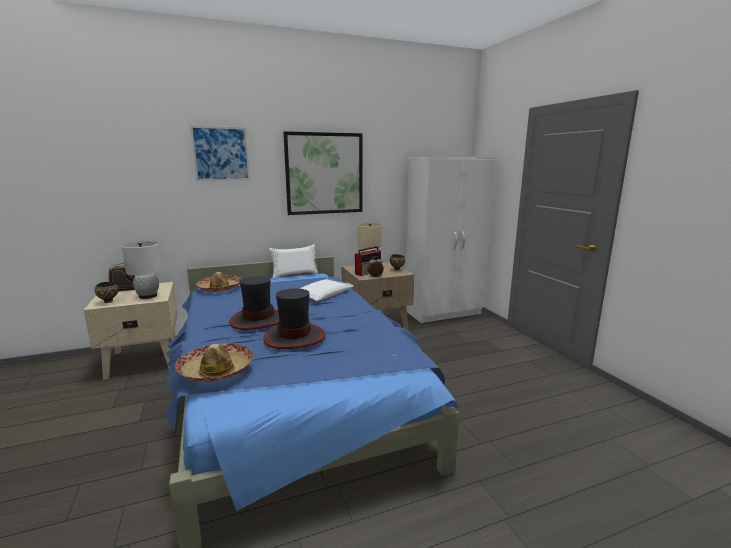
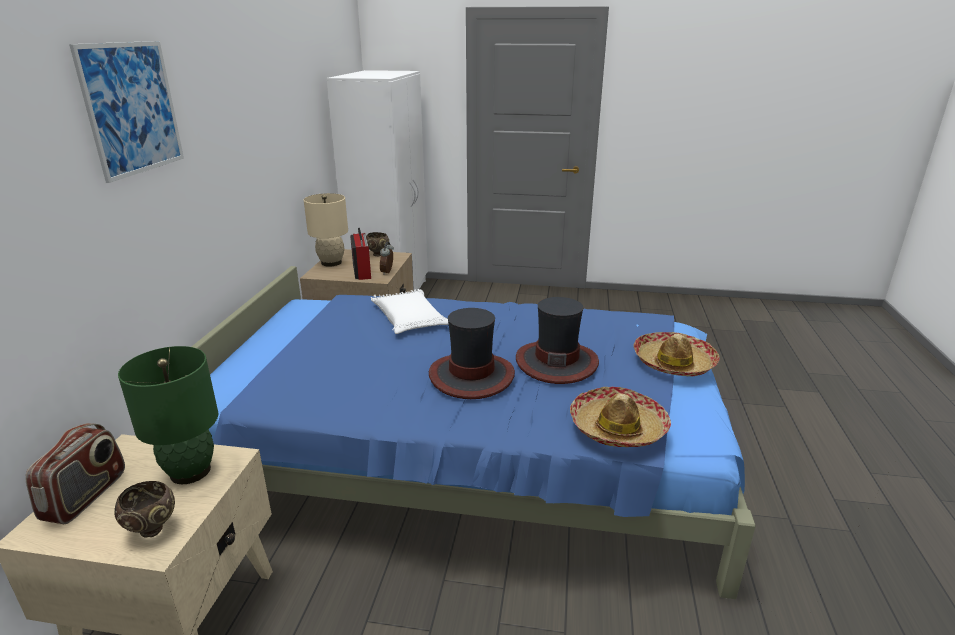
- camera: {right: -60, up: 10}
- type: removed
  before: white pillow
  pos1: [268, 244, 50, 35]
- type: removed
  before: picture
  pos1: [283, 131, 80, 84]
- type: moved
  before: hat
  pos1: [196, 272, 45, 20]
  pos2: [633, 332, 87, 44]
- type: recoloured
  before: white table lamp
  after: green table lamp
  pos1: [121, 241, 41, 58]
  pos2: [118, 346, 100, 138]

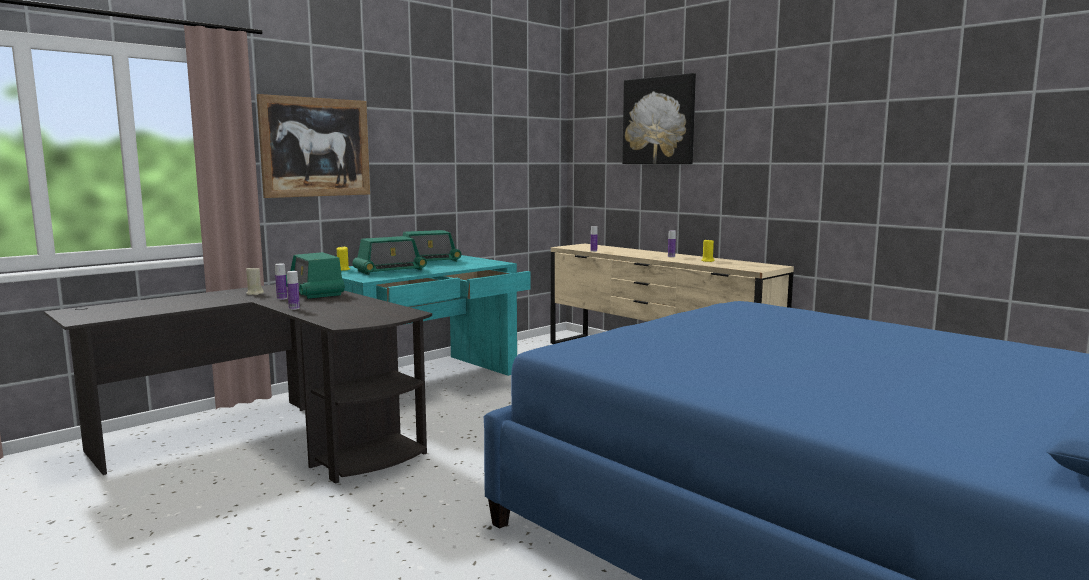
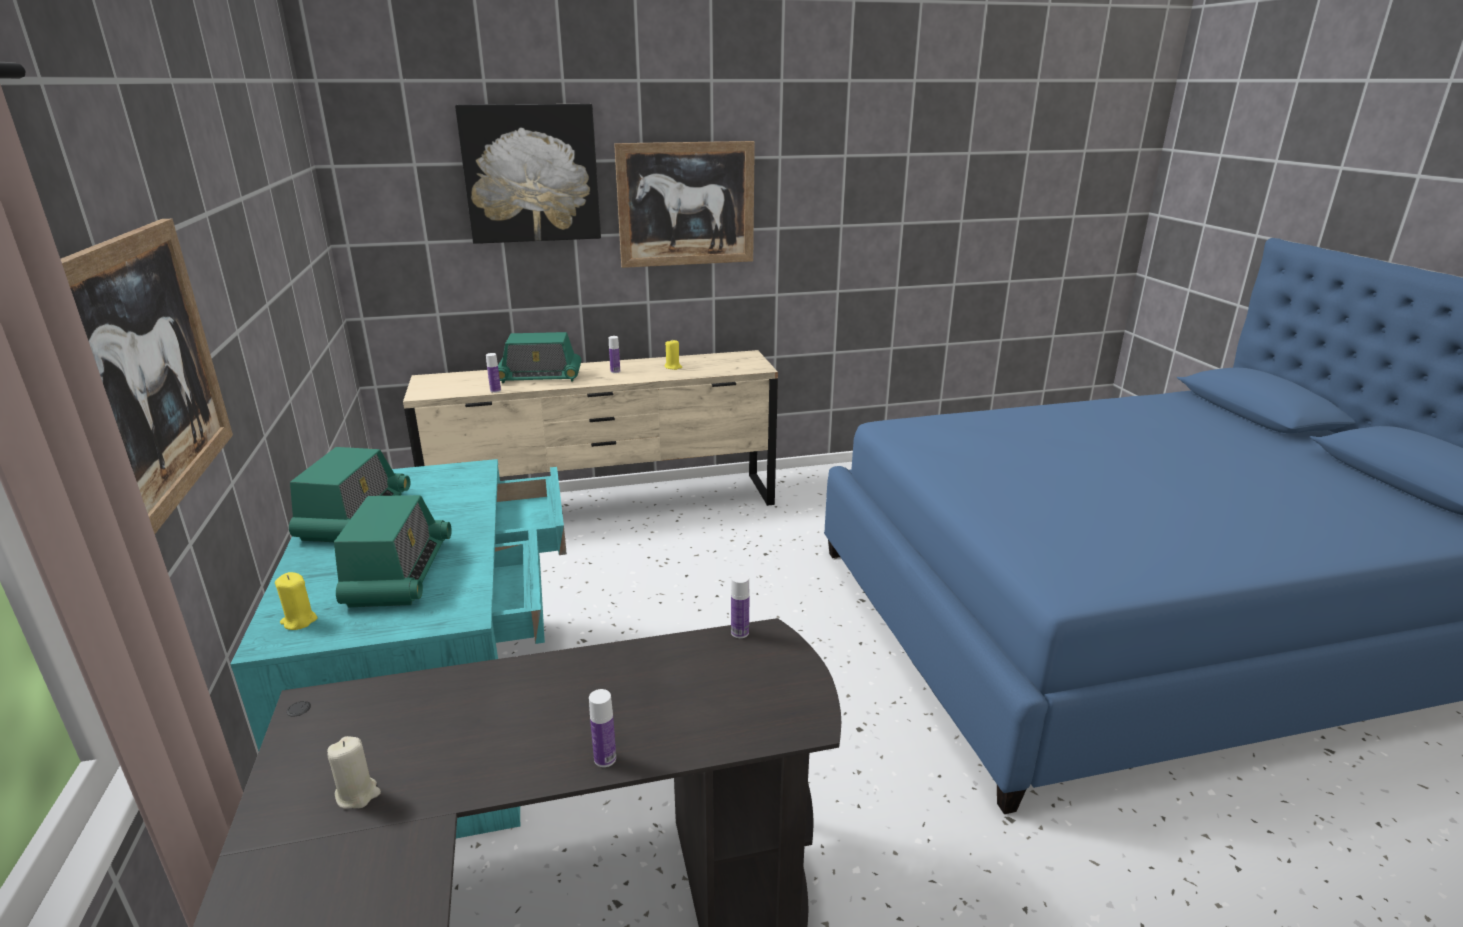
- camera: {right: -60, up: 15}
- type: added
  after: picture
  pos2: [614, 141, 141, 127]
- type: moved
  before: bottle
  pos1: [275, 264, 12, 36]
  pos2: [731, 573, 19, 65]
- type: moved
  before: radio
  pos1: [286, 252, 59, 47]
  pos2: [498, 332, 83, 51]

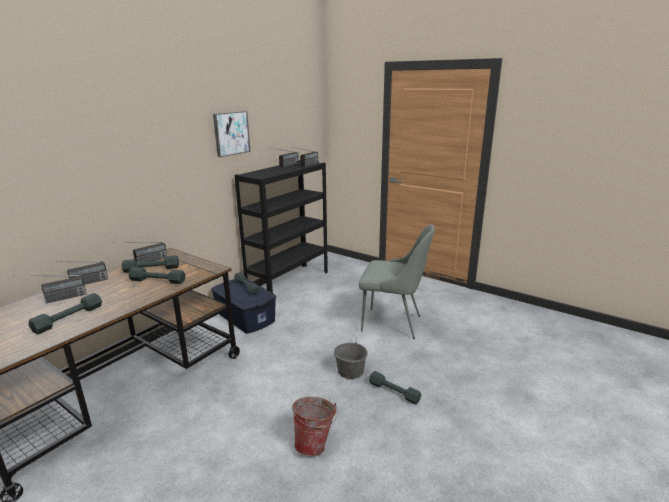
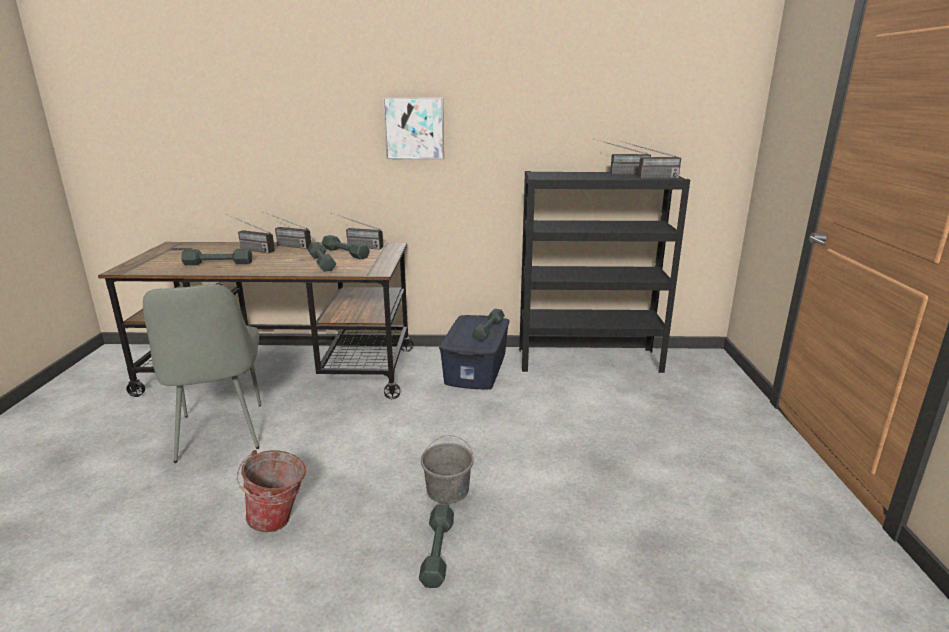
- camera: {right: 55, up: 0}
- type: moved
  before: picture
  pos1: [213, 111, 38, 46]
  pos2: [383, 98, 61, 61]
- type: moved
  before: grey chair
  pos1: [359, 224, 75, 115]
  pos2: [143, 284, 118, 179]

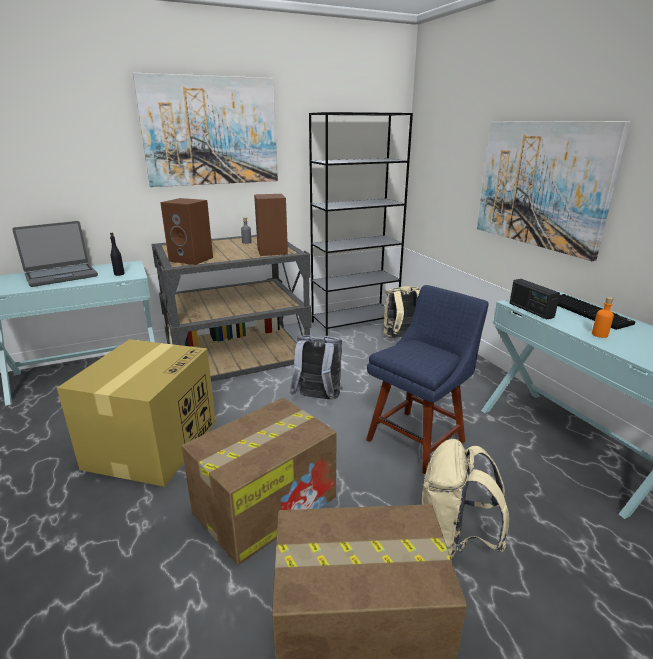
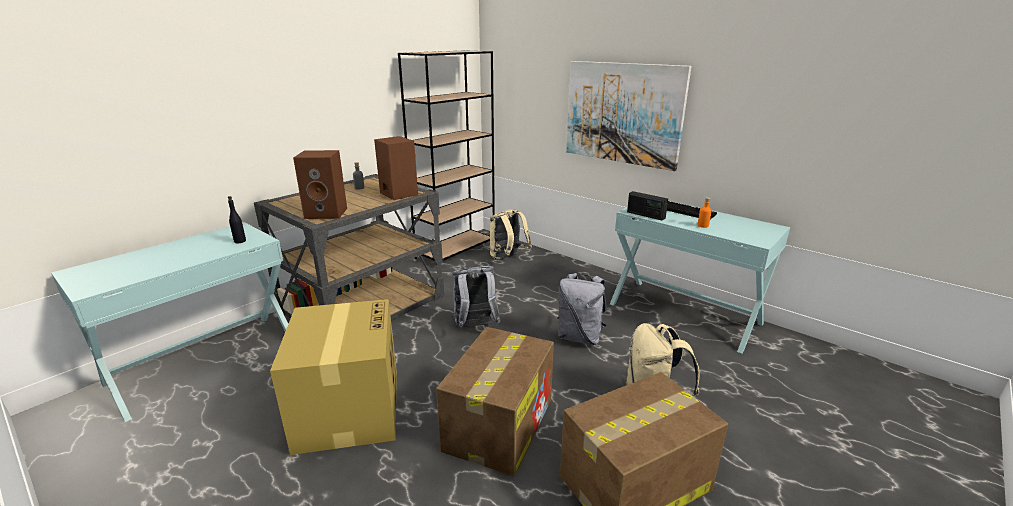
- camera: {right: -25, up: 0}
- type: removed
  before: laptop
  pos1: [12, 221, 86, 66]
- type: removed
  before: picture
  pos1: [133, 73, 145, 114]
- type: replaced
  before: blue chair
  after: grey backpack
  pos1: [366, 285, 123, 189]
  pos2: [557, 273, 49, 72]
- type: recoloured
  before: black bookcase
  after: beige bookcase
  pos1: [309, 112, 104, 224]
  pos2: [398, 50, 97, 211]

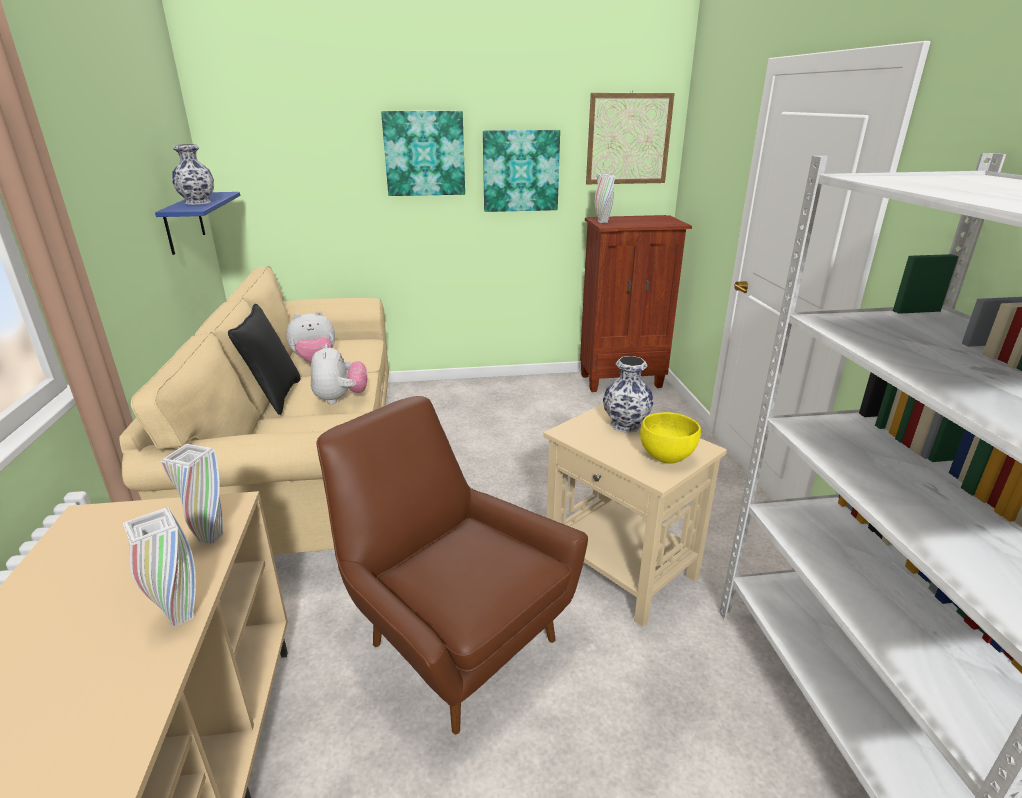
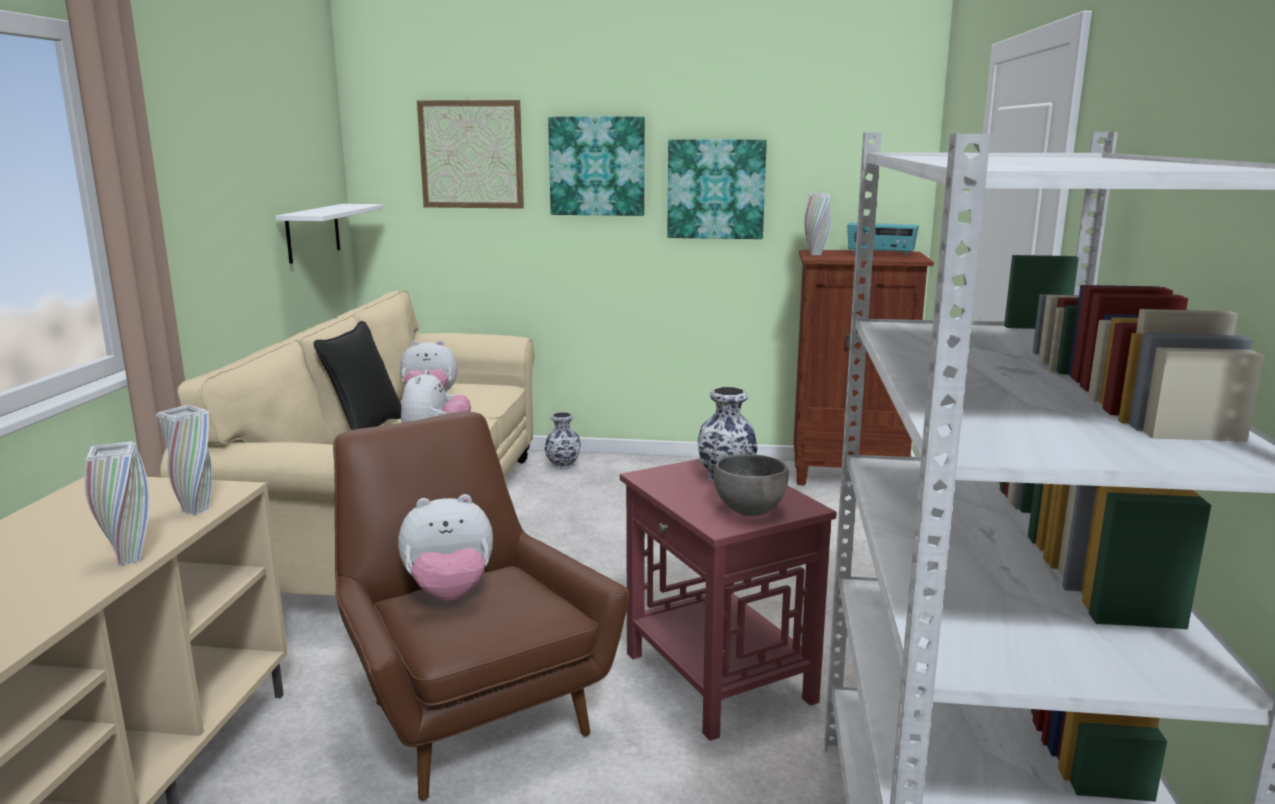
- camera: {right: 15, up: -10}
- type: added
  after: plush toy
  pos2: [398, 494, 95, 107]
- type: added
  after: radio
  pos2: [847, 223, 72, 33]
- type: moved
  before: vase
  pos1: [172, 144, 42, 61]
  pos2: [544, 412, 37, 58]
- type: moved
  before: picture
  pos1: [586, 90, 89, 94]
  pos2: [417, 97, 107, 111]
- type: recoloured
  before: blue shelf
  after: white shelf
  pos1: [155, 192, 85, 63]
  pos2: [275, 204, 109, 60]
- type: recoloured
  before: beige side table
  after: red side table
  pos1: [543, 403, 184, 224]
  pos2: [620, 459, 217, 282]
- type: recoloured
  before: yellow bowl
  after: grey bowl
  pos1: [640, 412, 61, 52]
  pos2: [713, 454, 76, 62]

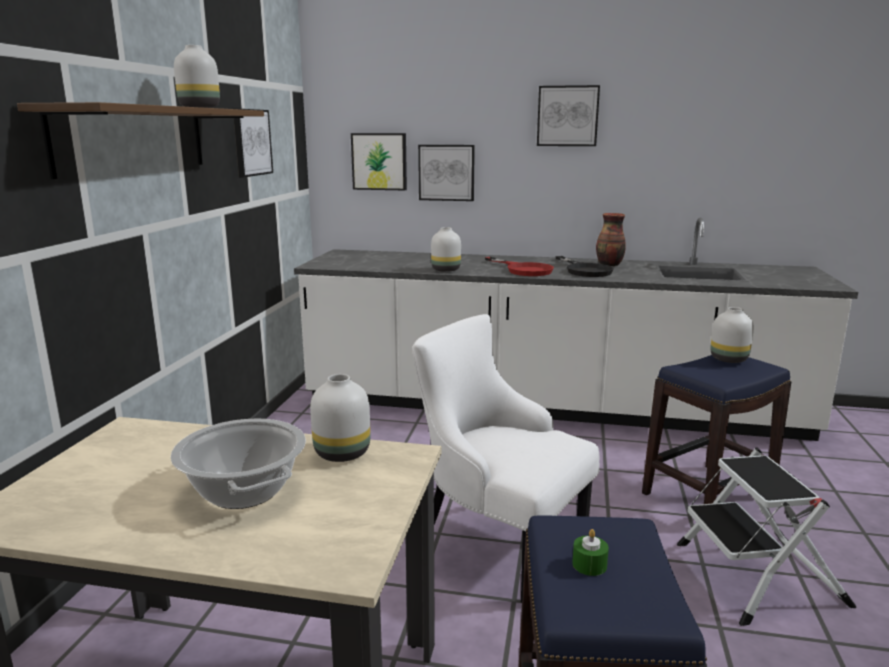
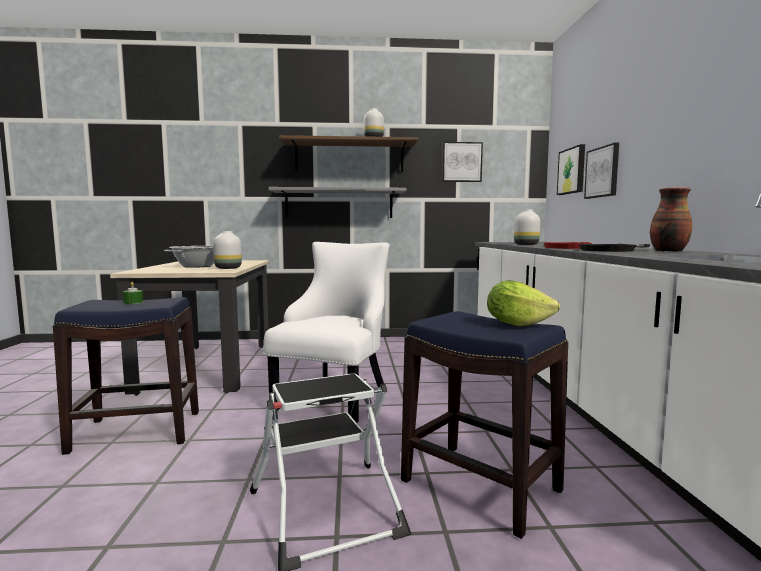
- camera: {right: 75, up: -10}
- type: removed
  before: picture
  pos1: [537, 85, 63, 61]
- type: added
  after: grey shelf
  pos2: [269, 187, 137, 31]
- type: replaced
  before: white vase
  after: lettuce
  pos1: [710, 307, 44, 56]
  pos2: [487, 280, 73, 46]

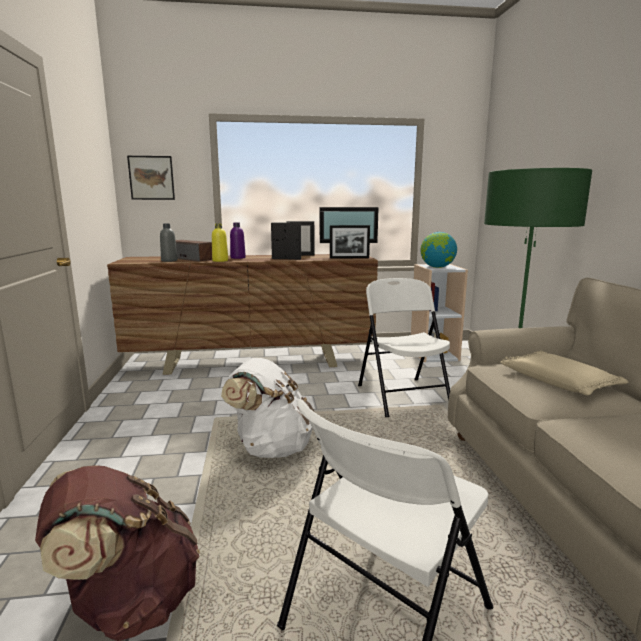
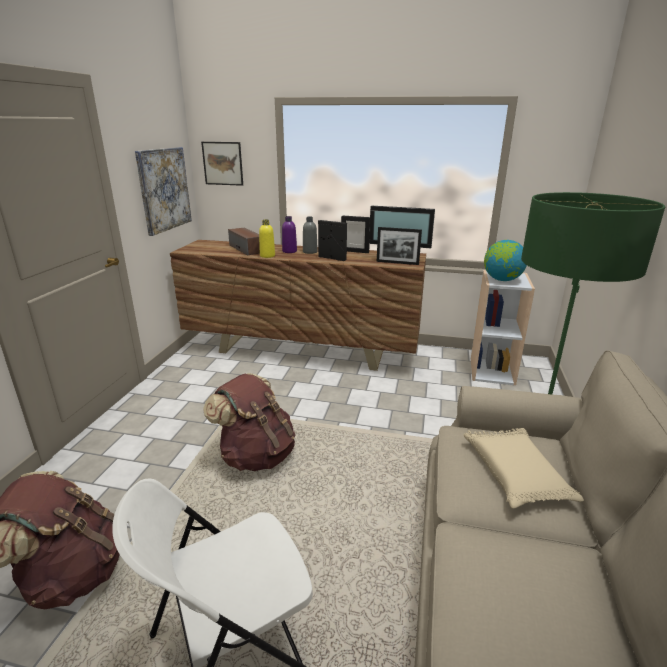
- camera: {right: 20, up: 10}
- type: removed
  before: white chair
  pos1: [358, 278, 92, 139]
- type: added
  after: picture
  pos2: [135, 147, 57, 89]
- type: moved
  before: grey bottle
  pos1: [160, 223, 18, 39]
  pos2: [303, 217, 15, 37]
- type: recoloured
  before: white backpack
  after: brown backpack
  pos1: [221, 358, 93, 100]
  pos2: [203, 373, 93, 98]

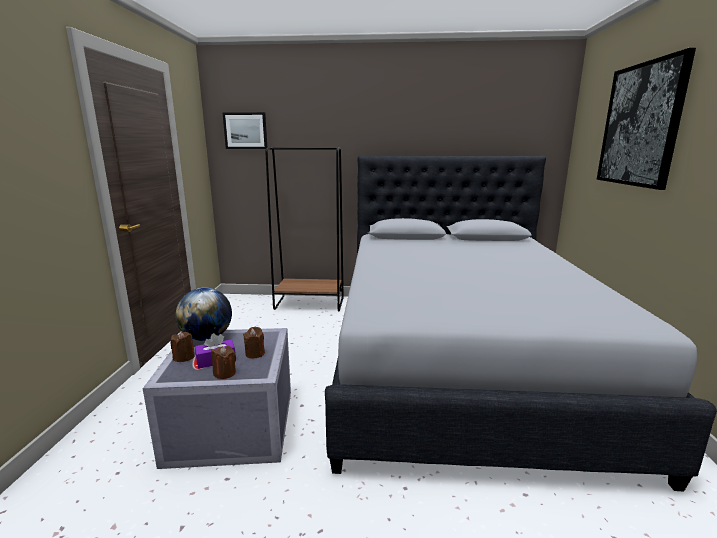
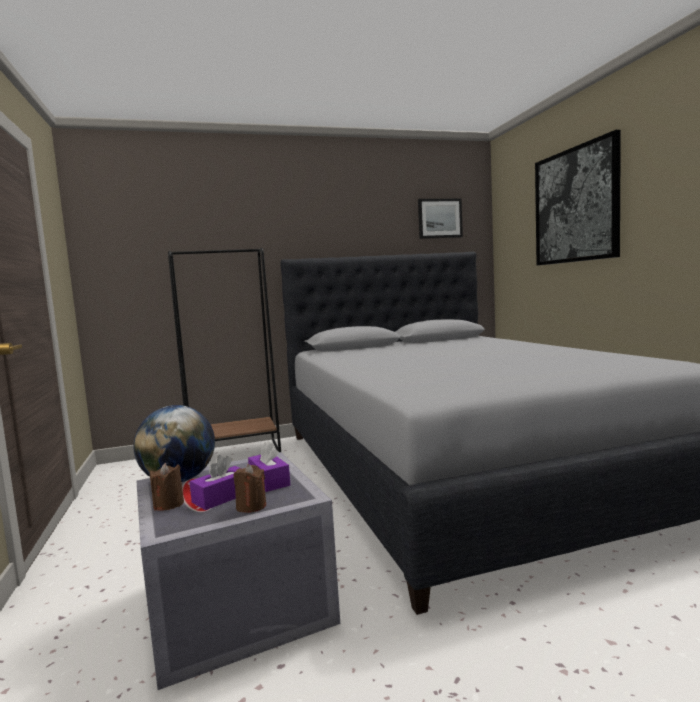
- camera: {right: -20, up: -10}
- type: moved
  before: picture
  pos1: [223, 112, 44, 37]
  pos2: [418, 199, 45, 40]
- type: replaced
  before: brown candle
  after: purple tissue box
  pos1: [243, 327, 22, 32]
  pos2: [248, 441, 42, 51]

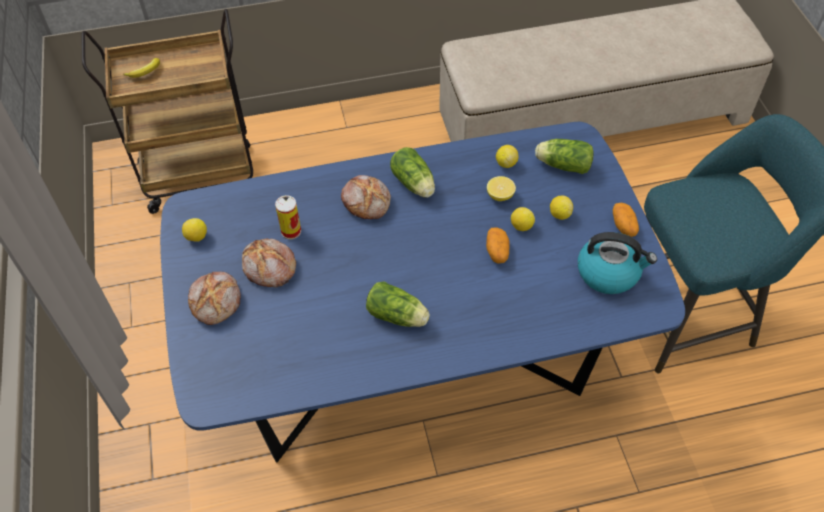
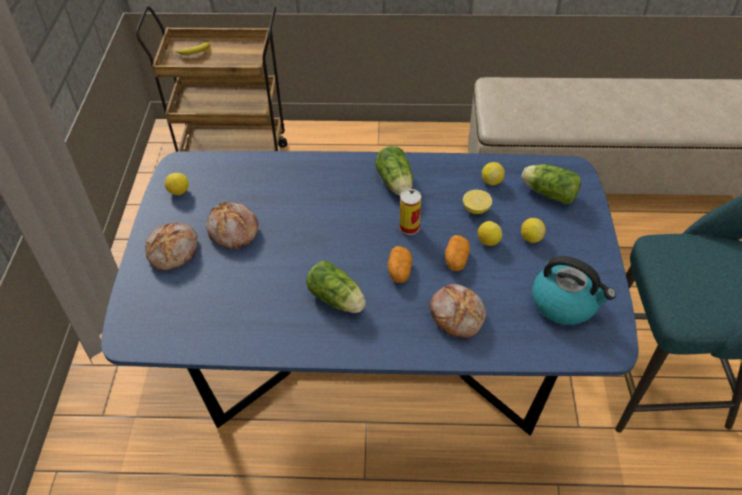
- camera: {right: 15, up: -5}
- type: moved
  before: can
  pos1: [275, 195, 26, 44]
  pos2: [400, 189, 21, 46]
- type: moved
  before: bread
  pos1: [341, 175, 50, 44]
  pos2: [430, 284, 56, 54]
- type: moved
  before: potato
  pos1: [613, 203, 26, 34]
  pos2: [388, 246, 24, 37]

